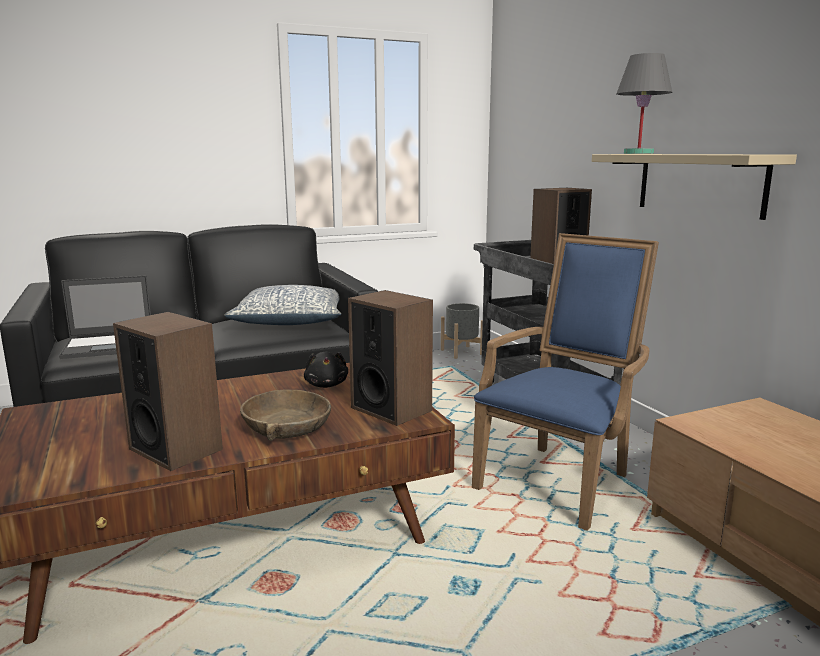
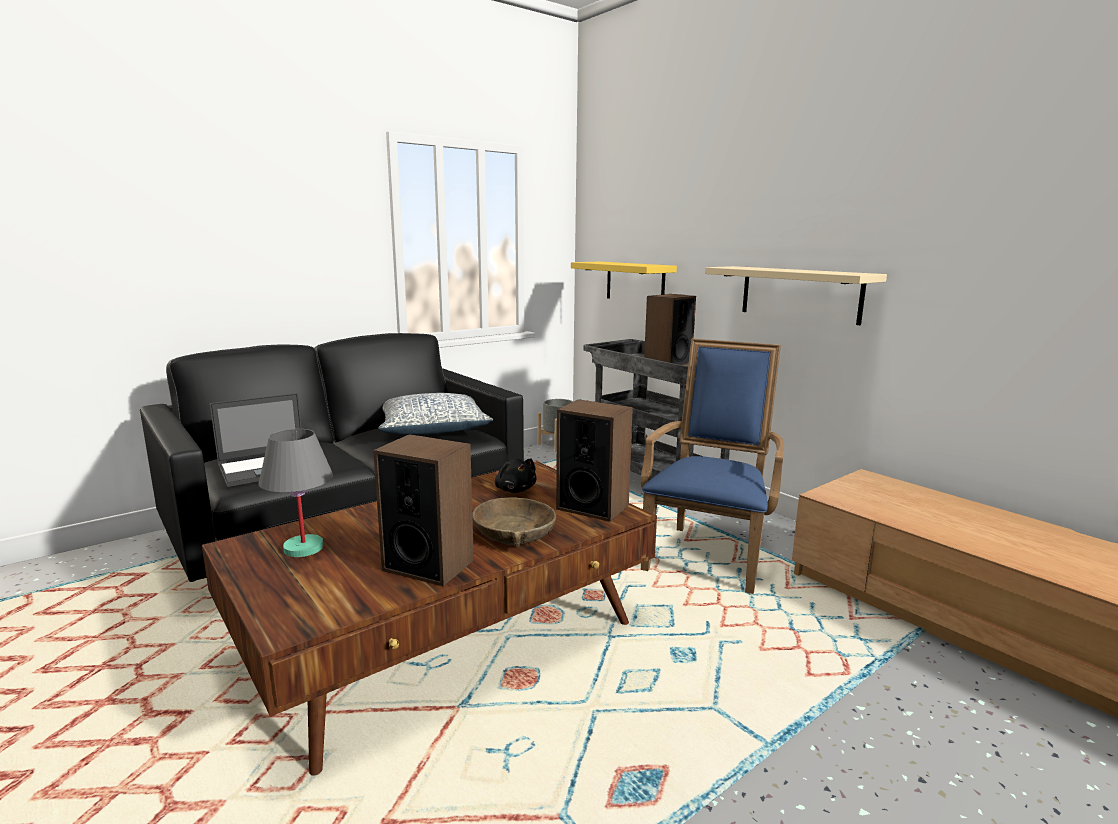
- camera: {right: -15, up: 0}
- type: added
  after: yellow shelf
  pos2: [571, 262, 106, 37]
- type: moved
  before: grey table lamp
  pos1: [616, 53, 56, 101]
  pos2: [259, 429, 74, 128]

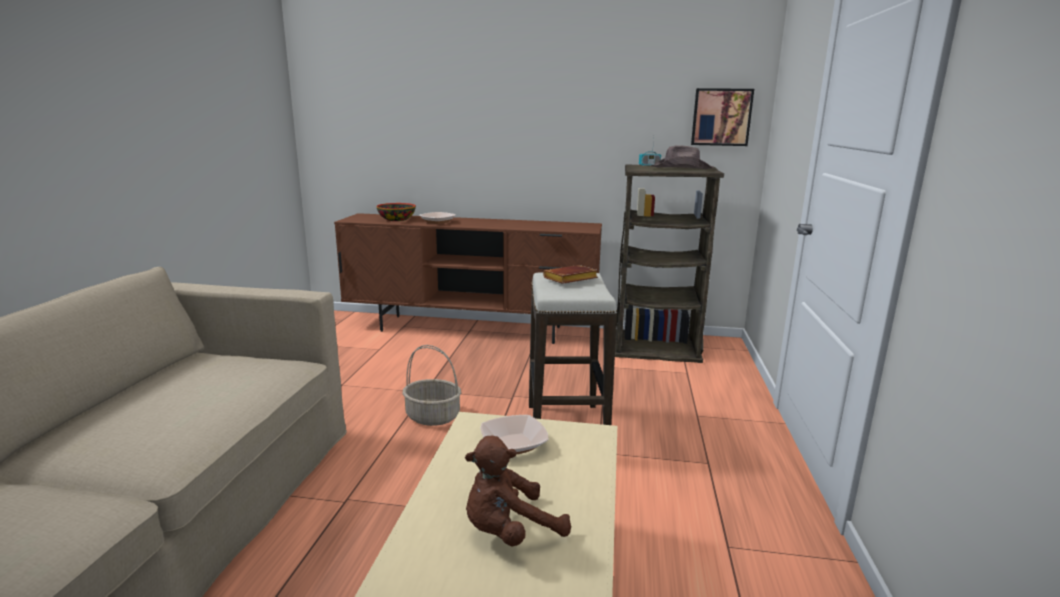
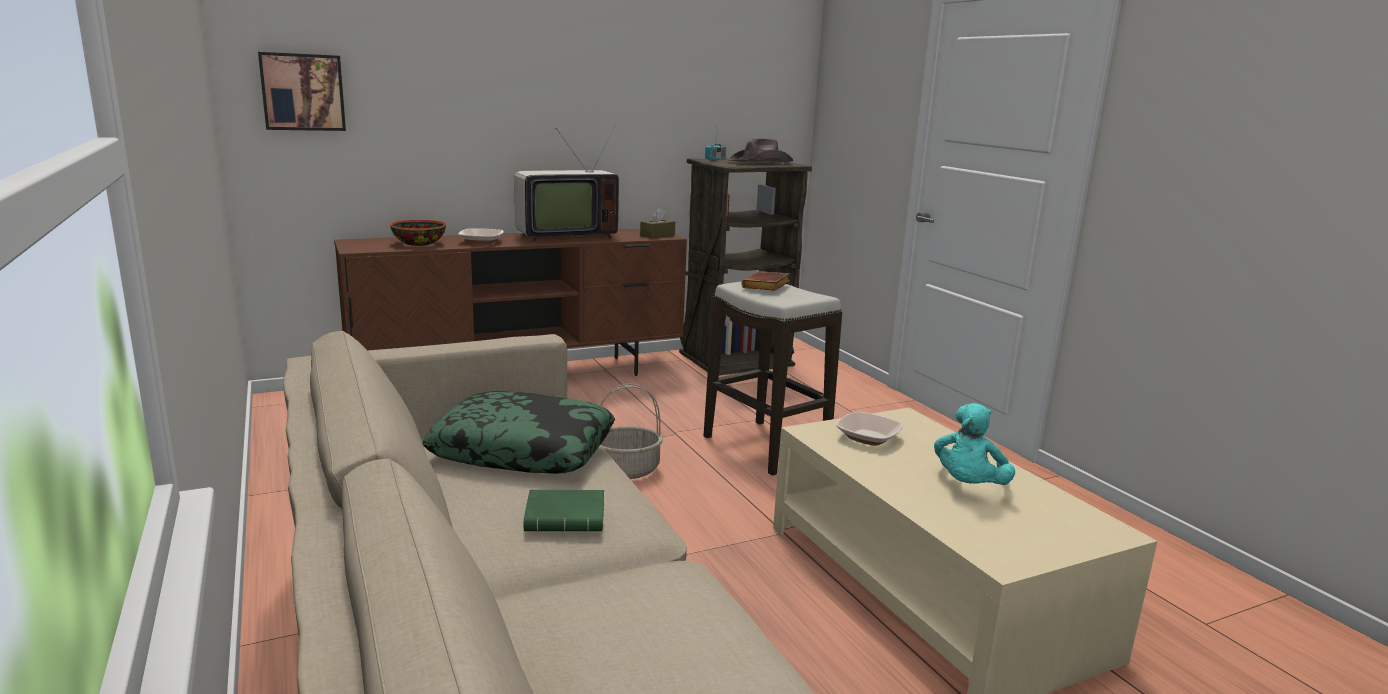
- camera: {right: -35, up: 0}
- type: added
  after: pillow
  pos2: [422, 391, 193, 83]
- type: added
  after: television
  pos2: [514, 124, 105, 118]
- type: added
  after: green book
  pos2: [524, 490, 80, 42]
- type: added
  after: brown tissue box
  pos2: [640, 208, 35, 30]
- type: moved
  before: picture
  pos1: [691, 88, 63, 58]
  pos2: [258, 52, 88, 79]
- type: recoloured
  before: brown plush toy
  after: turquoise plush toy
  pos1: [465, 436, 106, 111]
  pos2: [934, 403, 81, 82]

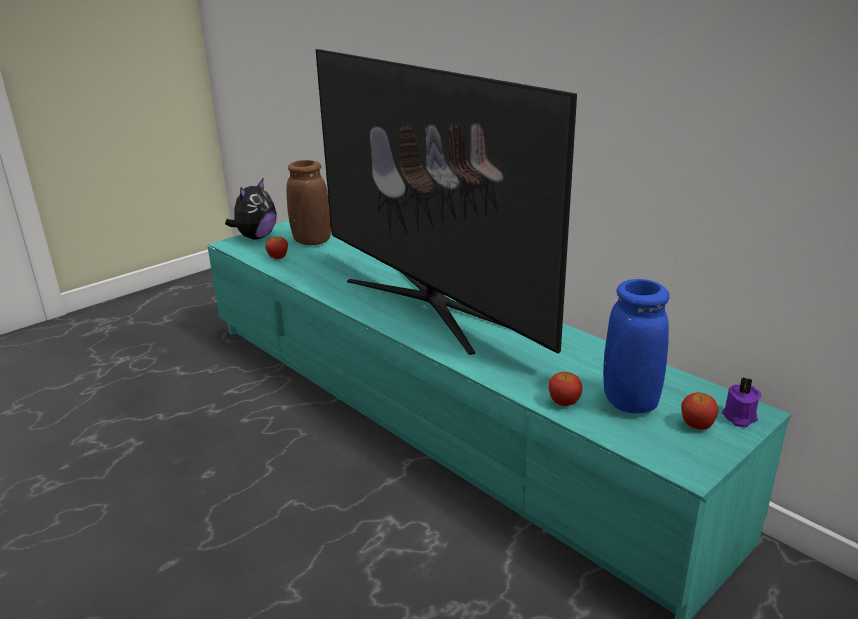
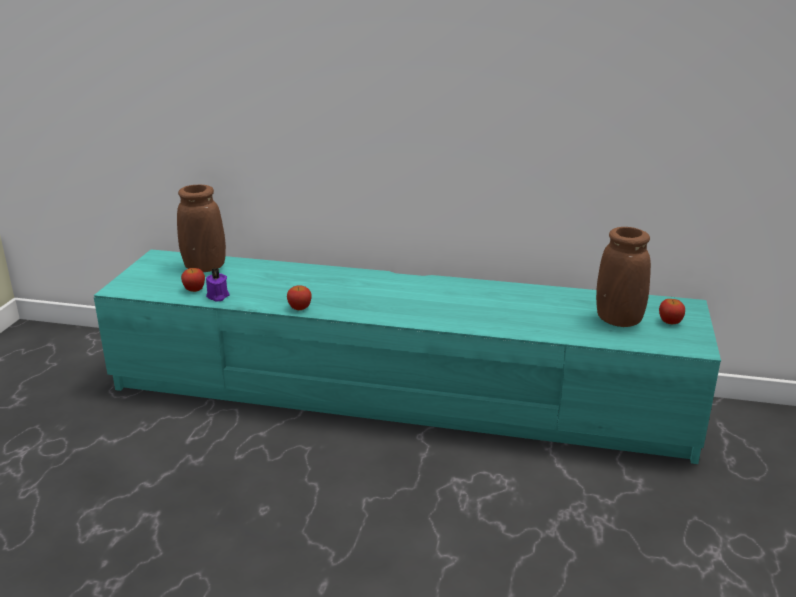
- camera: {right: -35, up: 0}
- type: removed
  before: plush toy
  pos1: [225, 179, 52, 61]
- type: removed
  before: television
  pos1: [316, 49, 261, 306]
- type: moved
  before: apple
  pos1: [548, 372, 34, 34]
  pos2: [287, 286, 25, 24]
- type: moved
  before: purple candle
  pos1: [722, 377, 39, 50]
  pos2: [206, 268, 24, 34]
- type: recoloured
  before: blue vase
  after: brown vase
  pos1: [603, 279, 67, 134]
  pos2: [596, 227, 55, 100]

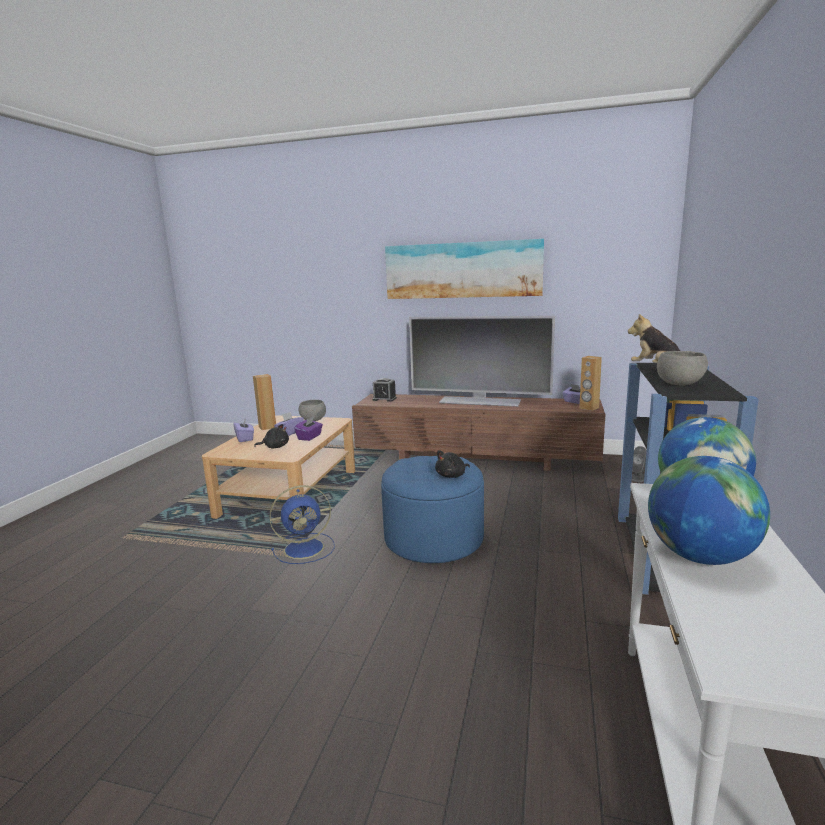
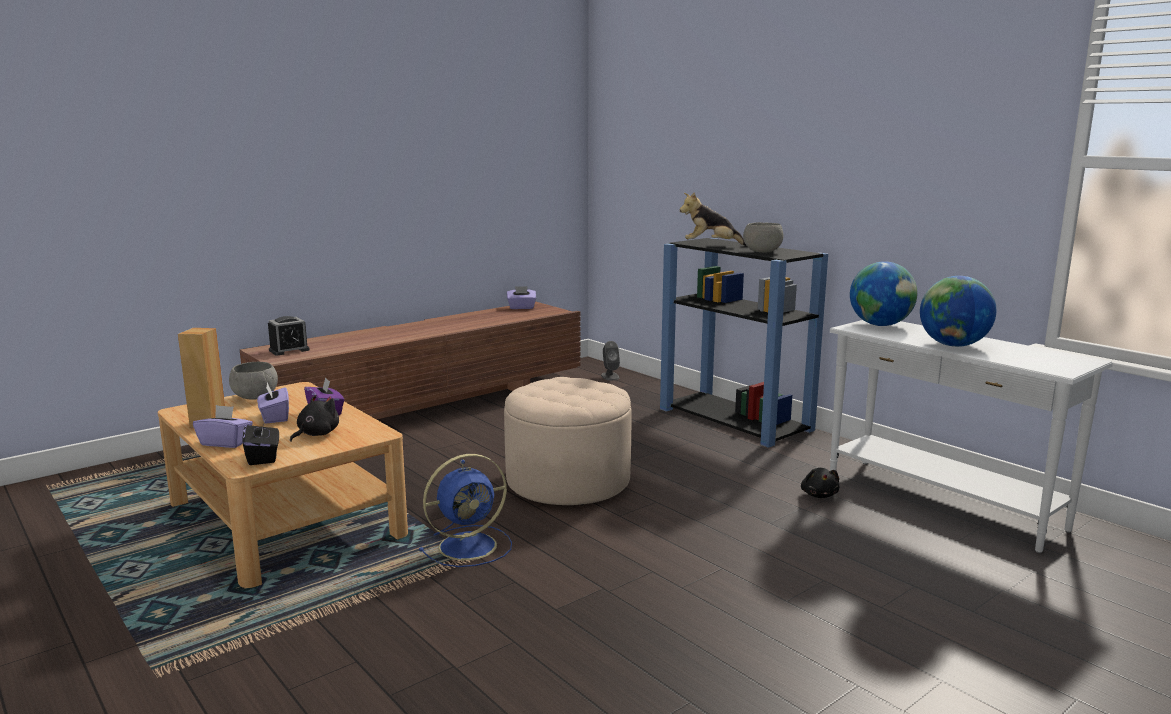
- camera: {right: -55, up: 0}
- type: removed
  before: picture
  pos1: [385, 239, 159, 60]
- type: removed
  before: television
  pos1: [409, 316, 146, 91]
- type: removed
  before: brown speaker
  pos1: [579, 356, 23, 55]
- type: added
  after: black tissue box
  pos2: [242, 416, 37, 49]
- type: moved
  before: black plush toy
  pos1: [435, 450, 35, 28]
  pos2: [801, 468, 38, 30]
- type: recoloured
  before: blue ottoman
  after: beige ottoman
  pos1: [381, 456, 103, 107]
  pos2: [504, 377, 128, 128]
- type: turned
  before: blue fan
  pos1: [269, 485, 66, 79]
  pos2: [419, 454, 93, 113]
  turn: 45

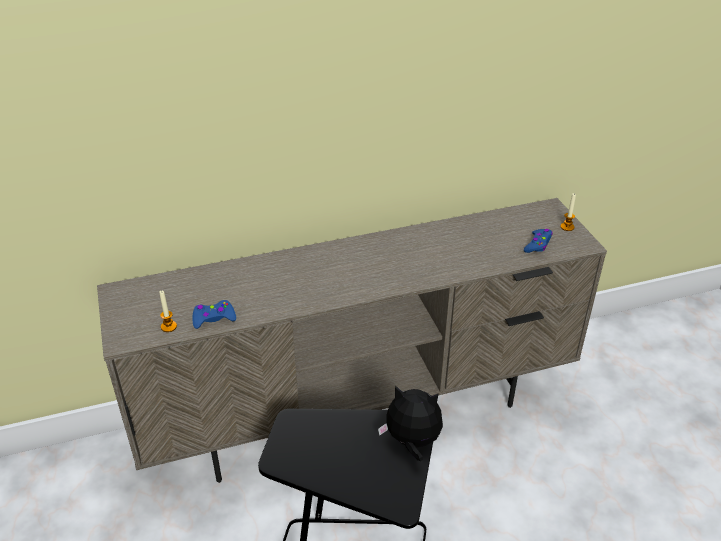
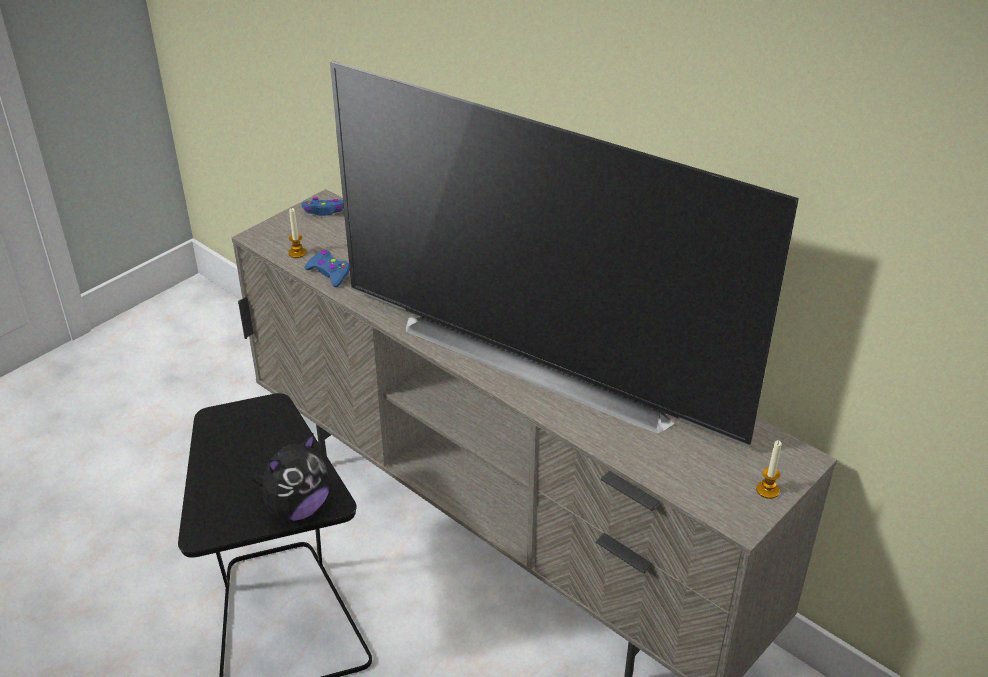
- camera: {right: 60, up: 0}
- type: added
  after: television
  pos2: [330, 61, 469, 385]
- type: moved
  before: blue game controller
  pos1: [524, 229, 29, 24]
  pos2: [302, 197, 42, 19]
- type: turned
  before: plush toy
  pos1: [378, 385, 65, 76]
  pos2: [253, 433, 77, 88]
  turn: 60

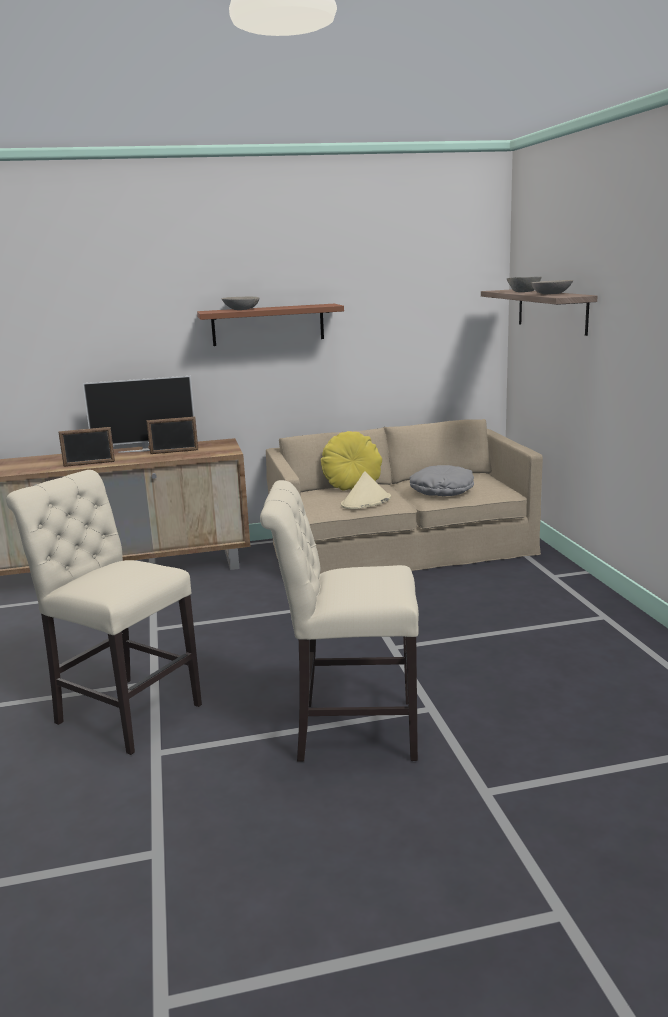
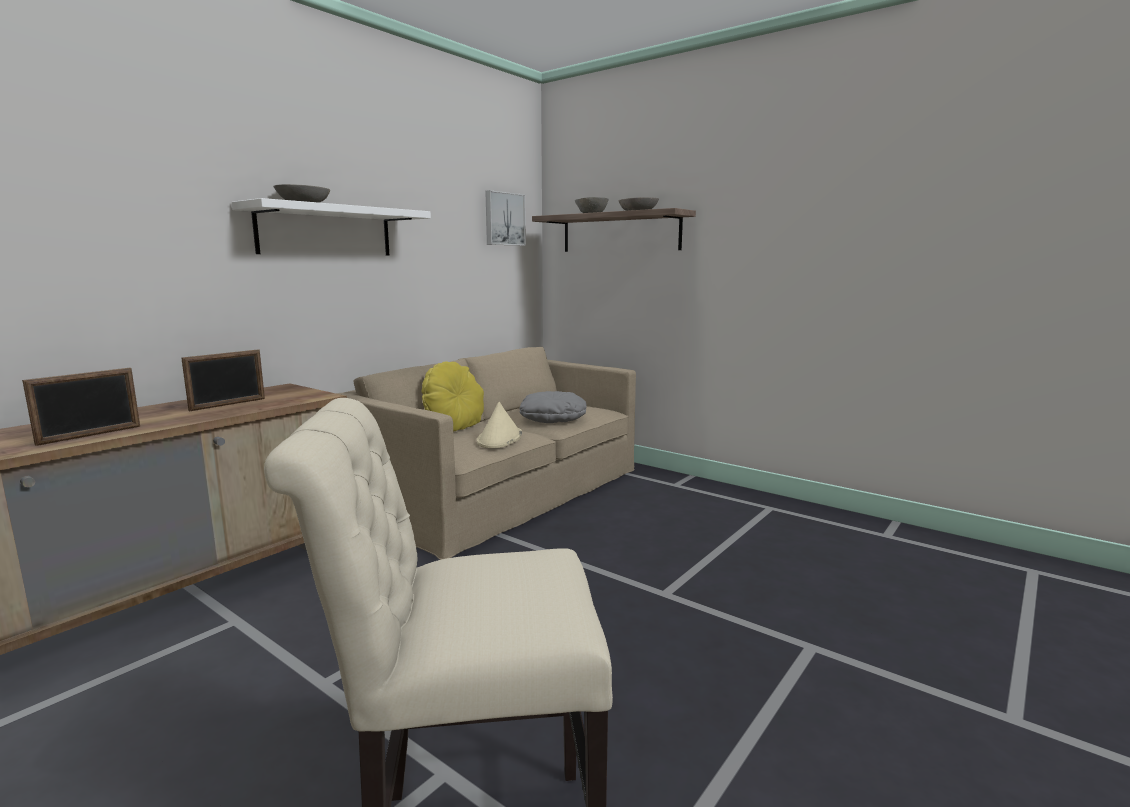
- camera: {right: -40, up: -5}
- type: removed
  before: television
  pos1: [83, 376, 112, 77]
- type: removed
  before: beige stool
  pos1: [260, 480, 159, 282]
- type: added
  after: picture
  pos2: [485, 190, 41, 56]
- type: recoloured
  before: brown shelf
  after: white shelf
  pos1: [197, 304, 147, 42]
  pos2: [232, 198, 199, 57]

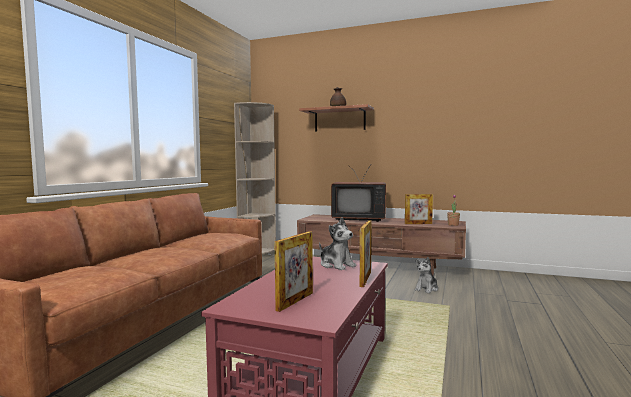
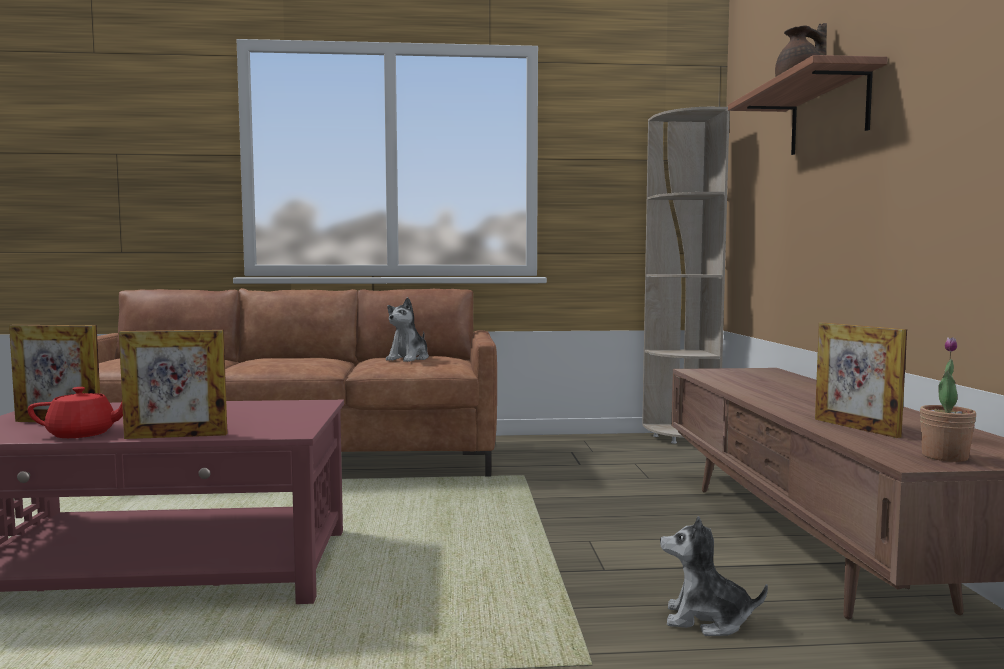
- camera: {right: 65, up: 0}
- type: removed
  before: television
  pos1: [331, 165, 55, 57]
- type: added
  after: red teapot
  pos2: [27, 387, 96, 51]
- type: moved
  before: plush toy
  pos1: [319, 217, 38, 53]
  pos2: [386, 297, 43, 65]

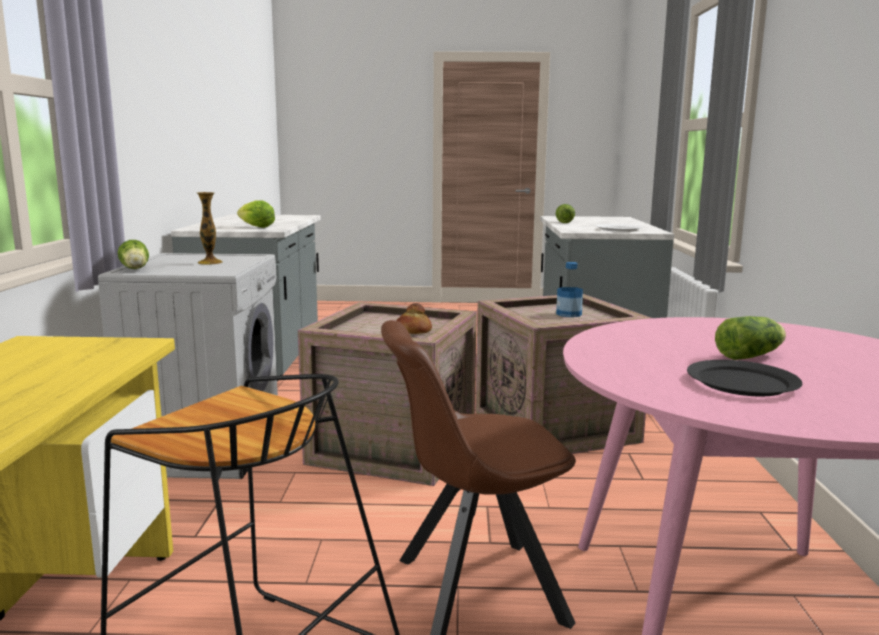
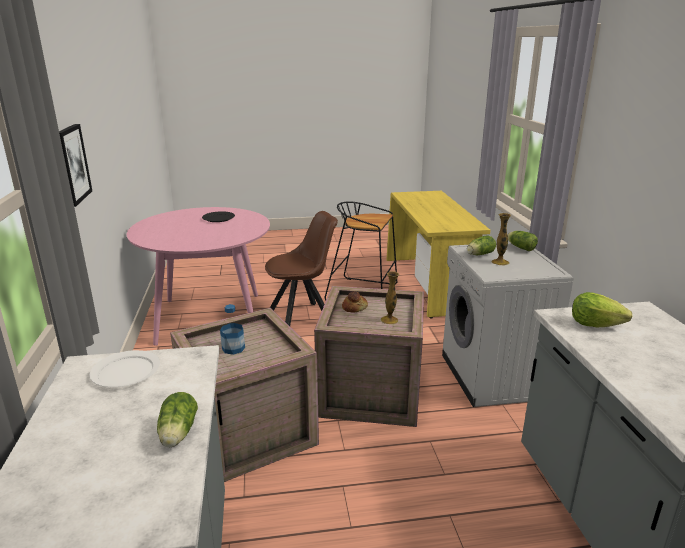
- camera: {right: 170, up: 10}
- type: added
  after: picture
  pos2: [59, 124, 33, 83]
- type: added
  after: vase
  pos2: [380, 271, 19, 53]
- type: moved
  before: lettuce
  pos1: [715, 316, 71, 44]
  pos2: [467, 235, 29, 20]

